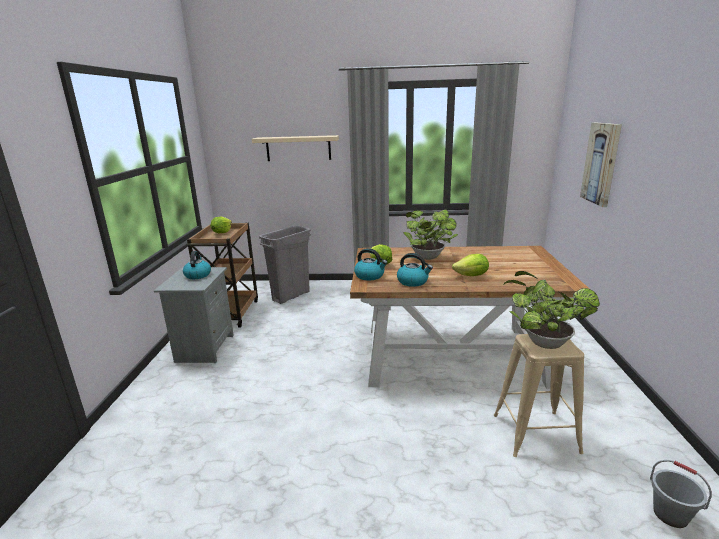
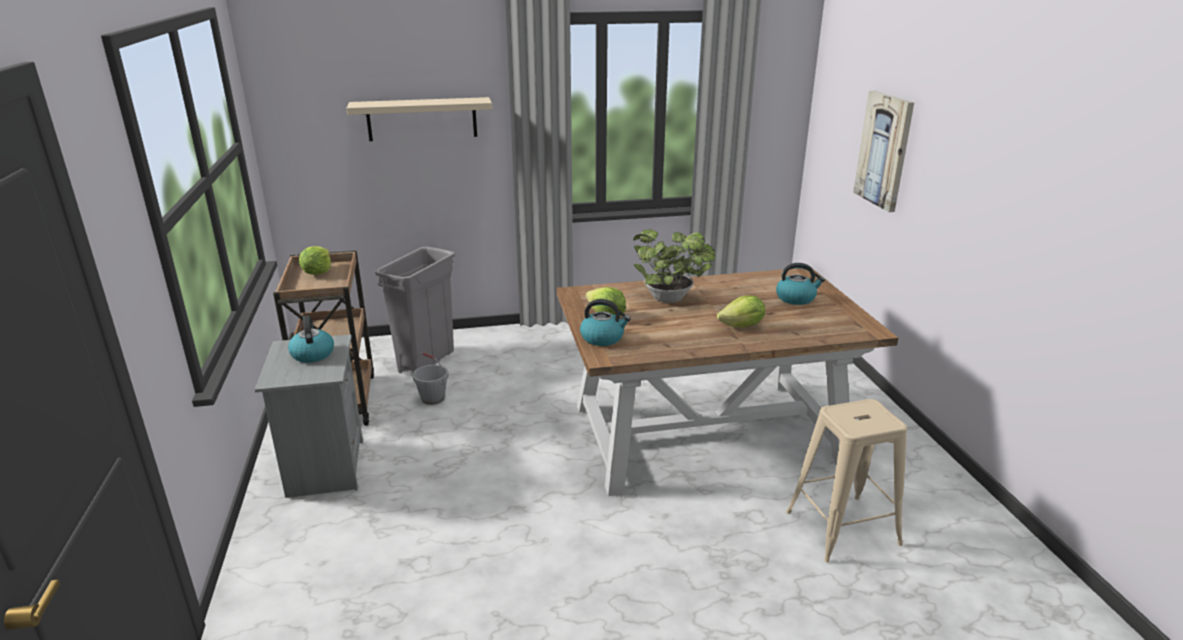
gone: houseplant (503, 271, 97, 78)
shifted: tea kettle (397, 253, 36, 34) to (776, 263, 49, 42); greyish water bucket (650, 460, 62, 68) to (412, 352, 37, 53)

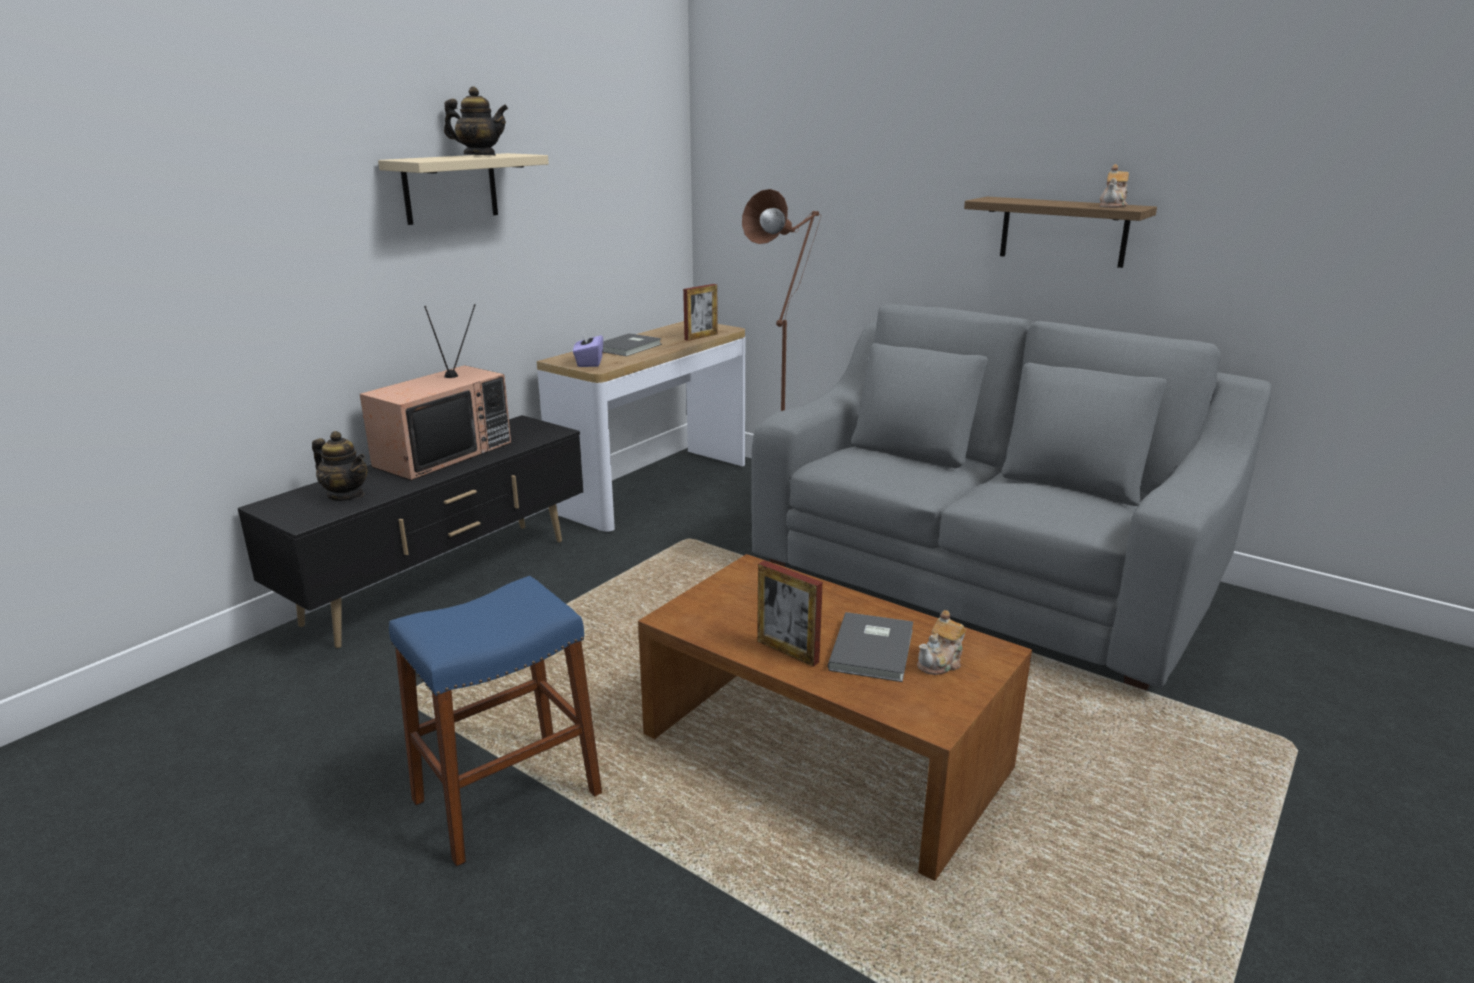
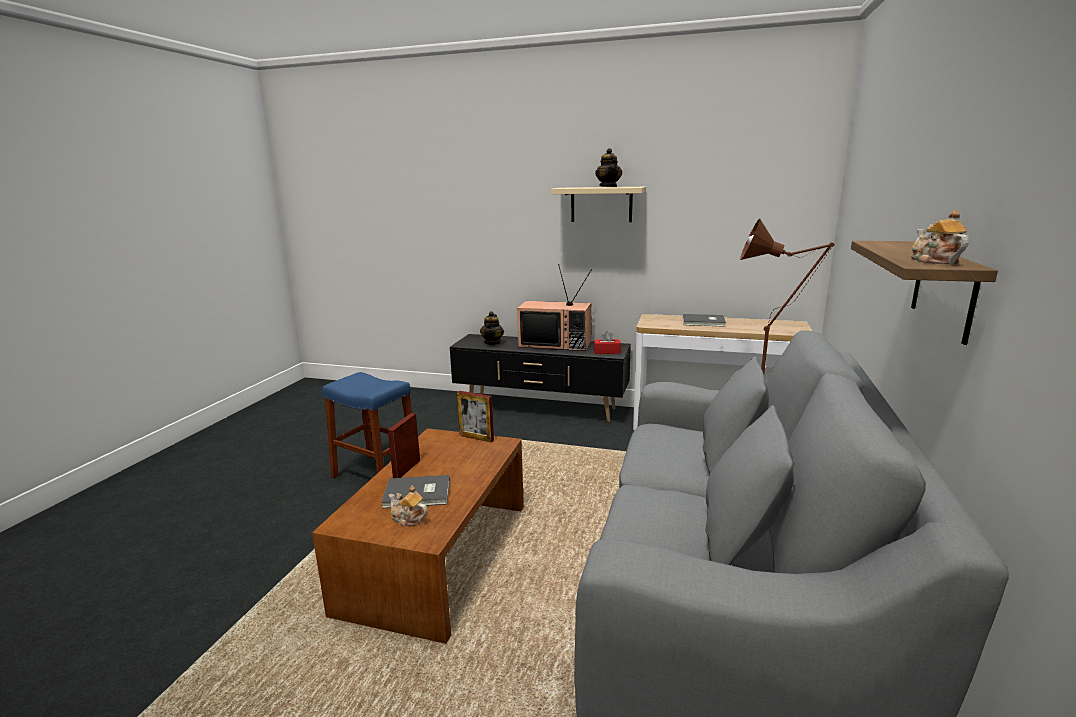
gone: purple tissue box (573, 328, 30, 39)
new: reddish tissue box (594, 331, 27, 23)
shifted: picture frame (683, 284, 35, 57) to (457, 391, 37, 52)
rotated: teapot (1099, 164, 30, 44) = (911, 210, 58, 54) 75 degrees clockwise

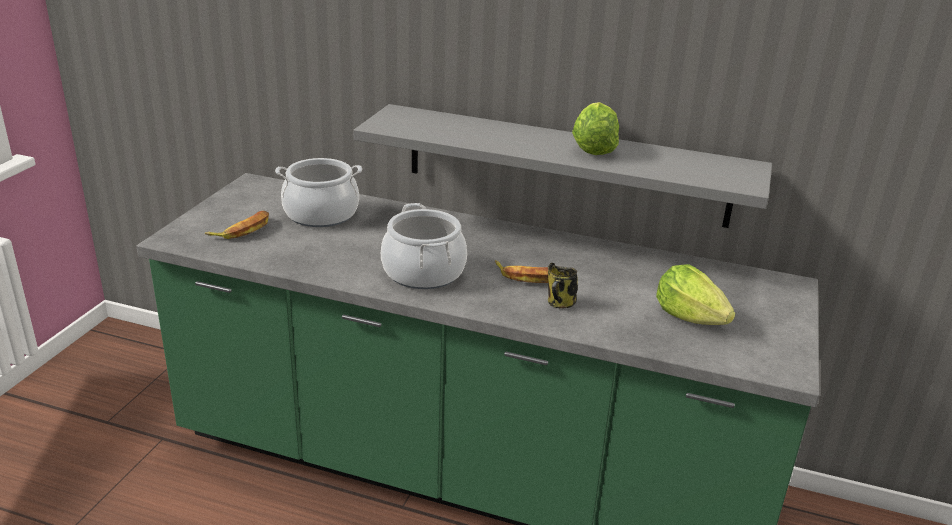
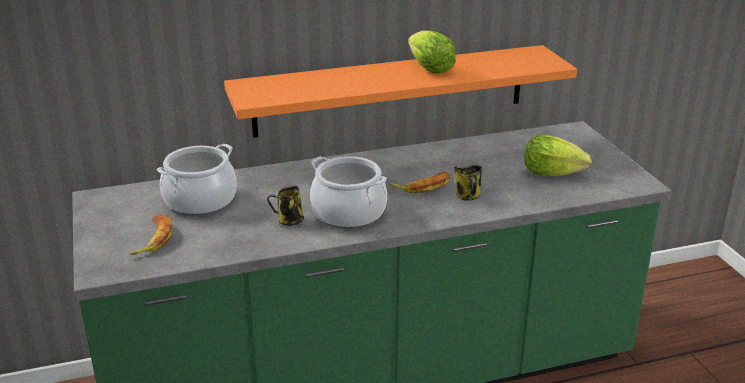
new: mug (267, 186, 37, 40)
repainted: greyish shelf (353, 104, 419, 124) to orange shelf (224, 45, 353, 93)

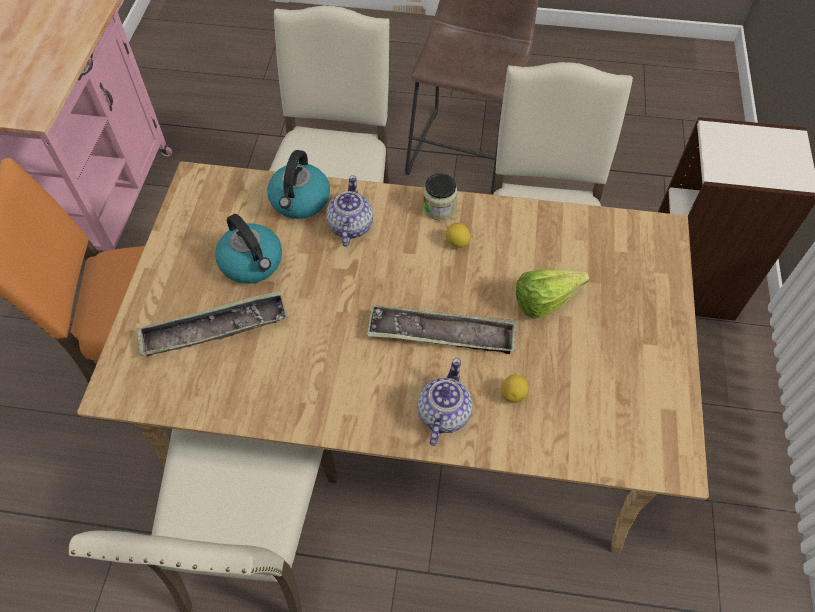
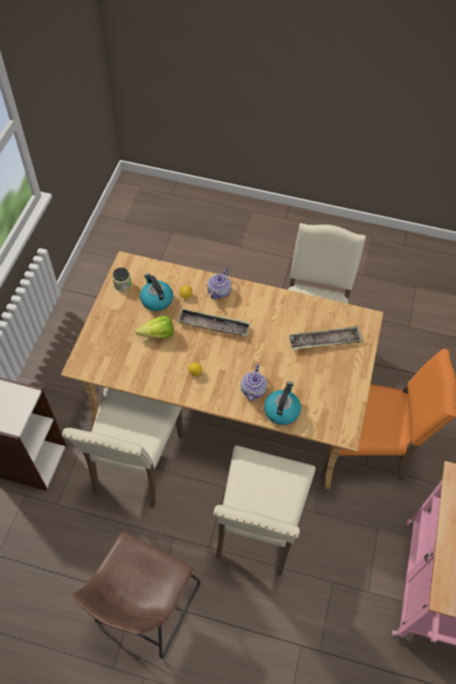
shifted: tea kettle (215, 214, 67, 70) to (140, 273, 33, 38); jar (423, 173, 35, 47) to (112, 267, 19, 25)

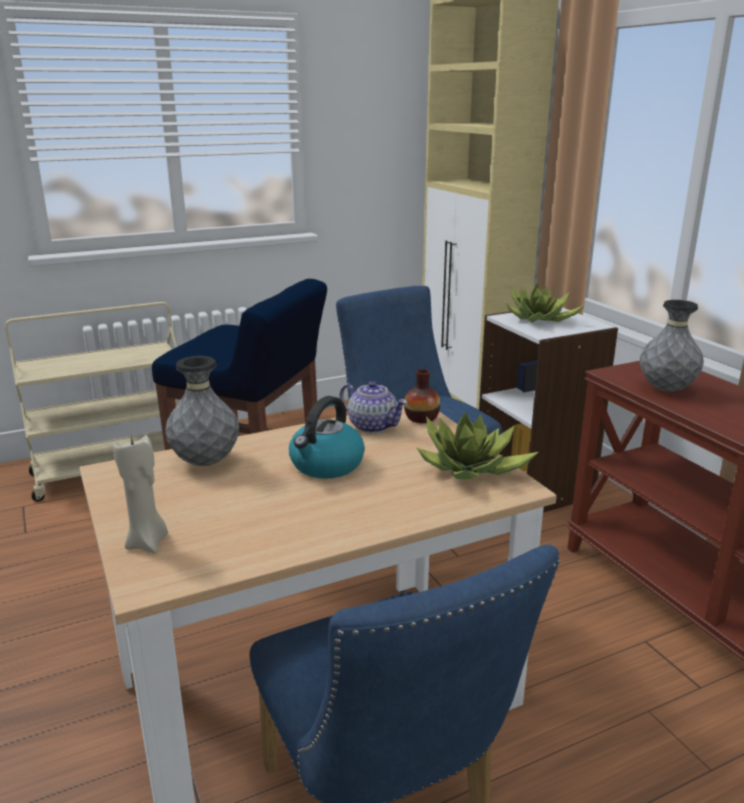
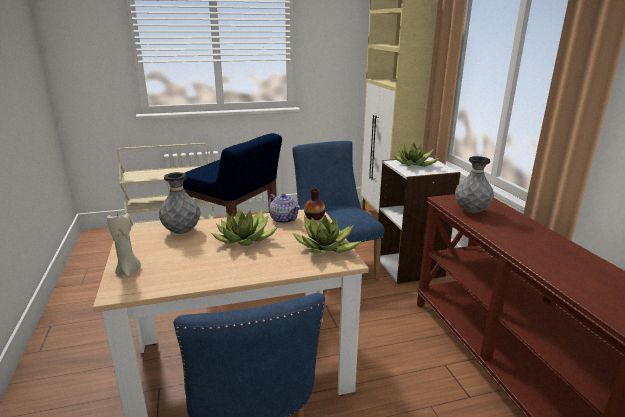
swapped: tea kettle (289, 396, 76, 83) to houseplant (211, 208, 68, 38)

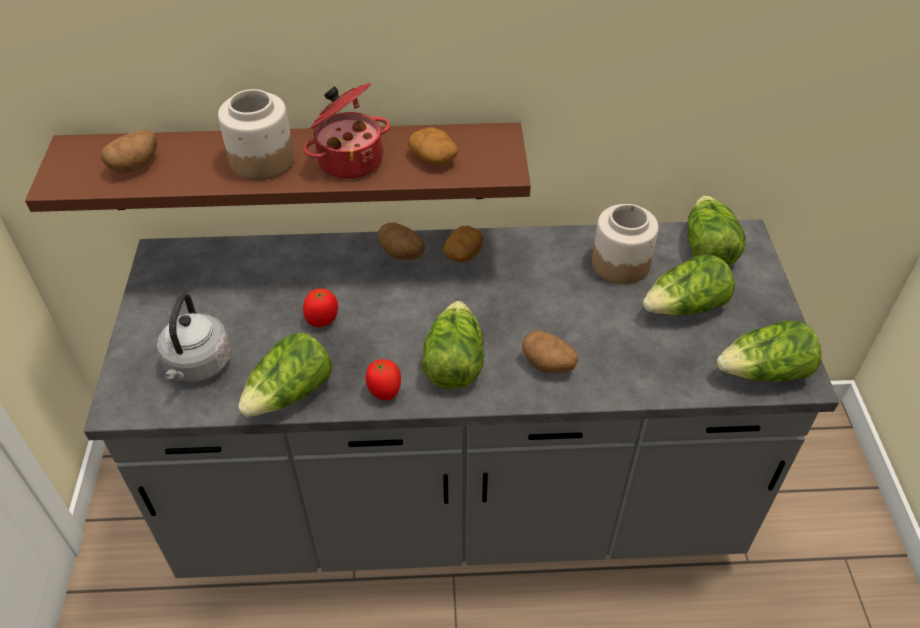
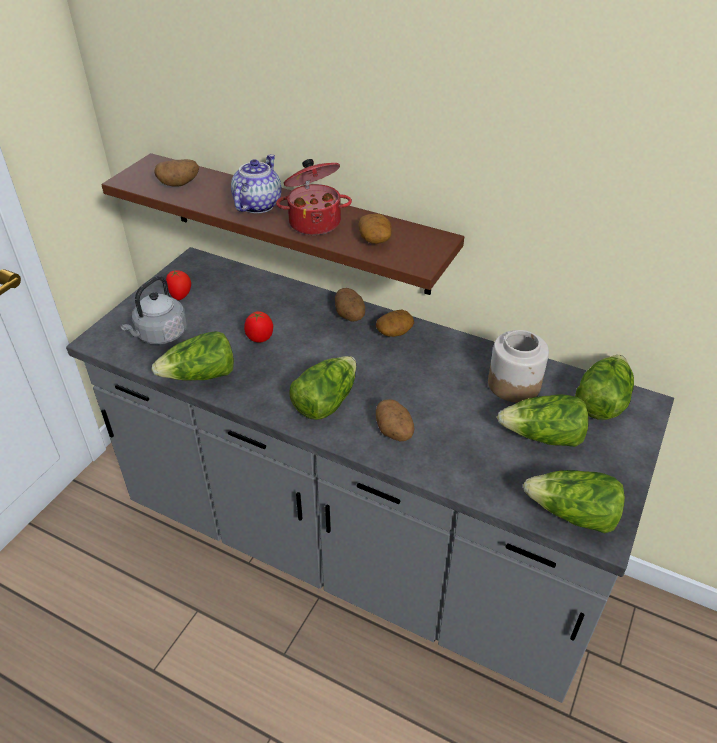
shifted: tomato (365, 359, 36, 41) to (166, 269, 25, 31)
swapped: jar (218, 89, 76, 92) to teapot (231, 154, 51, 60)

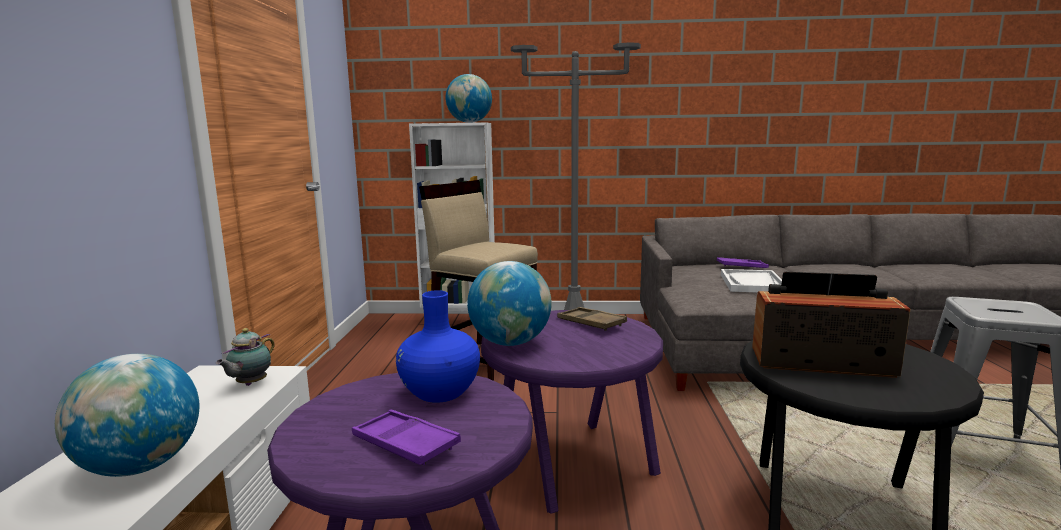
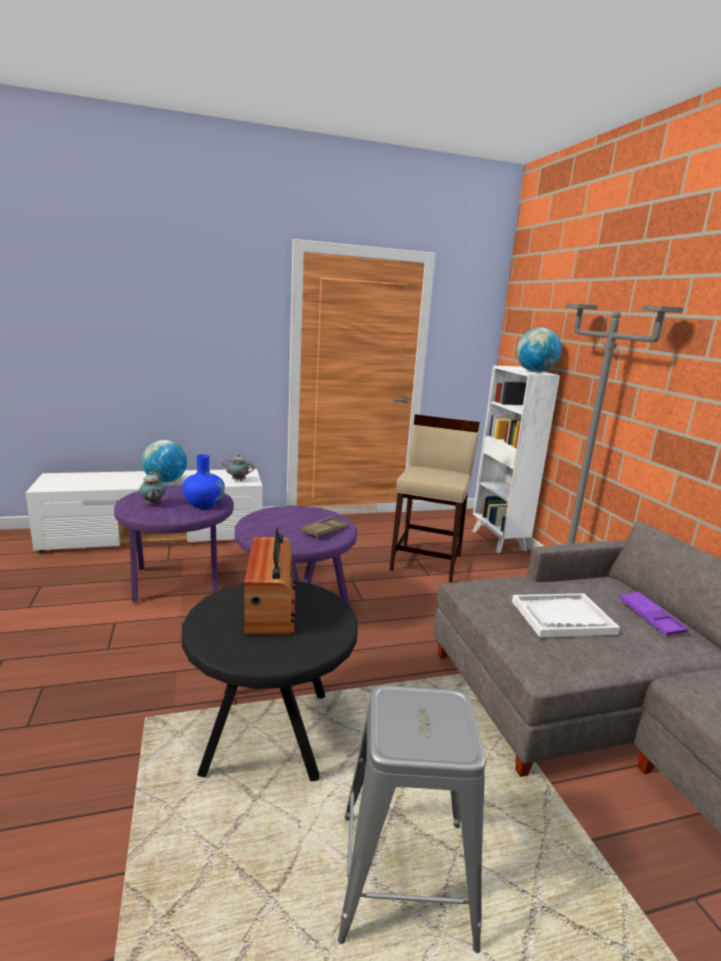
gone: globe (467, 261, 85, 85)
swapped: purple tray (352, 410, 109, 55) to teapot (139, 472, 27, 34)

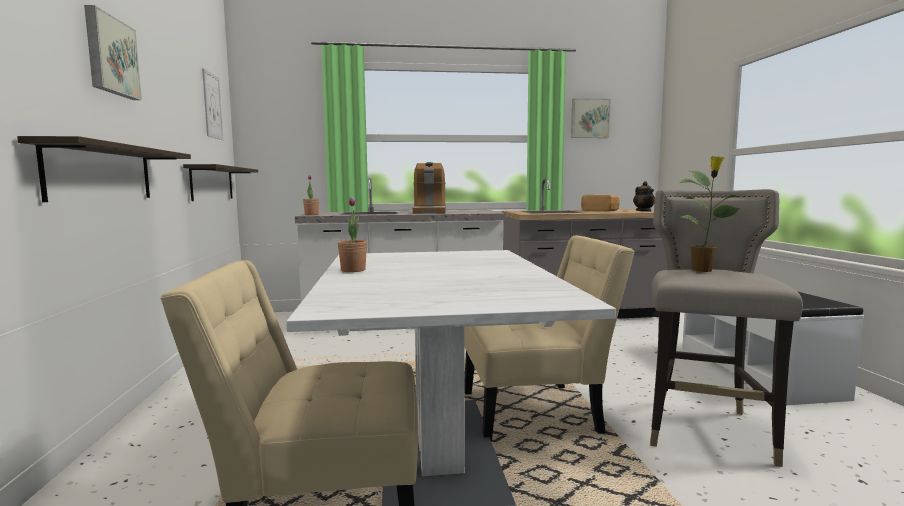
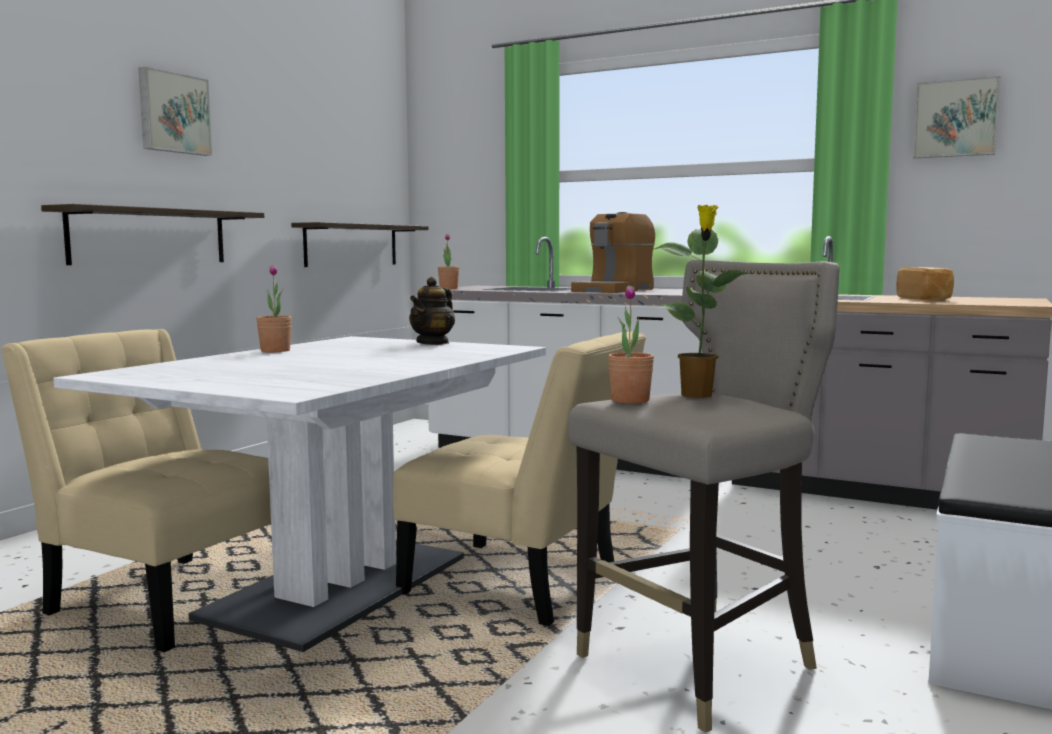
gone: wall art (202, 68, 22, 72)
new: houseplant (608, 285, 46, 119)
shifted: teapot (633, 181, 22, 31) to (409, 277, 46, 68)

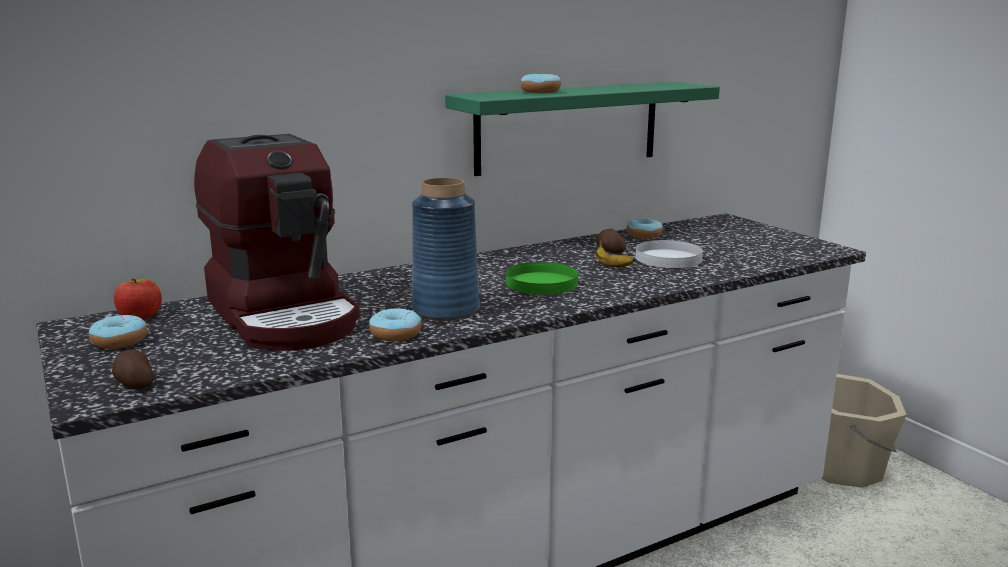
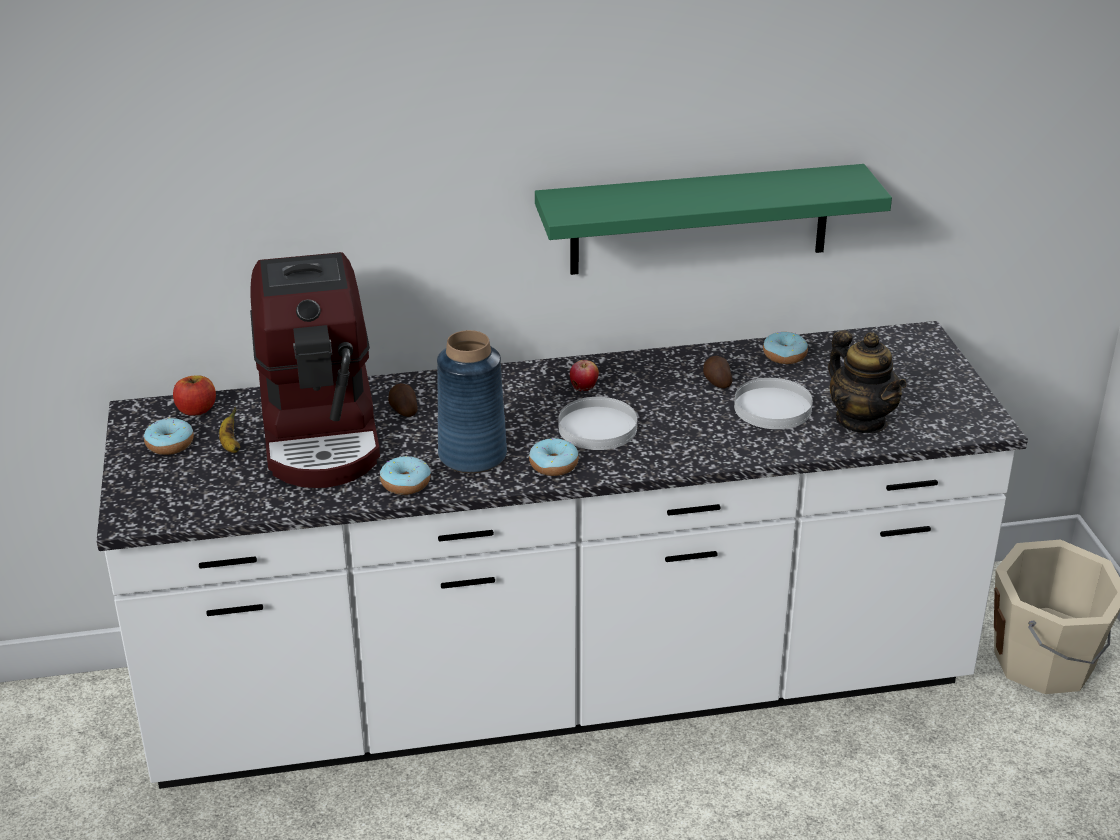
new: whole apple (570, 360, 29, 31); teapot (828, 330, 78, 103)
shifted: whole potato (112, 349, 42, 40) to (388, 383, 30, 34); ring doughnut (520, 74, 41, 19) to (529, 438, 50, 38); banana fruit (596, 240, 40, 27) to (219, 407, 21, 46)
repainted: green plate (506, 262, 72, 33) to white-coloured plate (559, 397, 78, 53)

